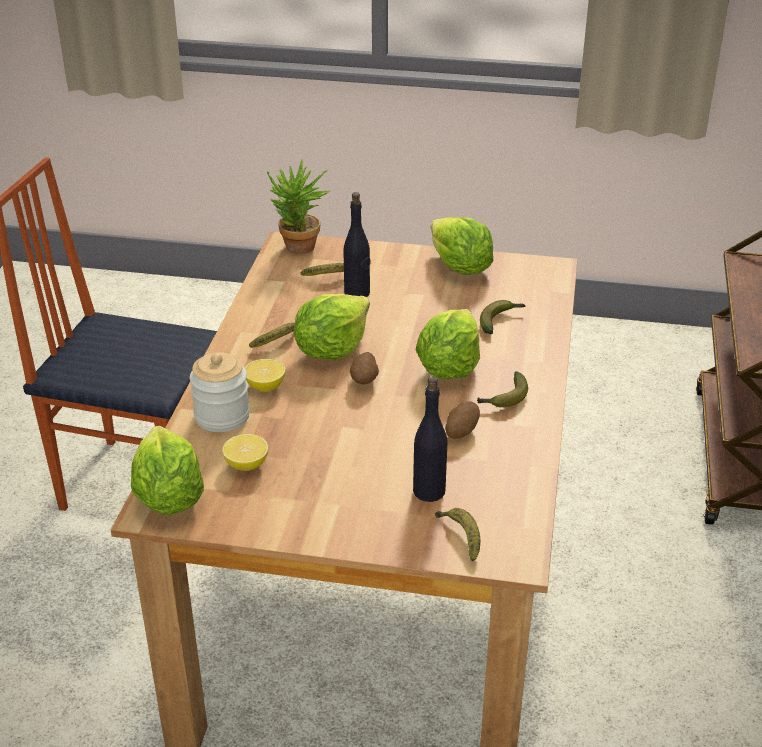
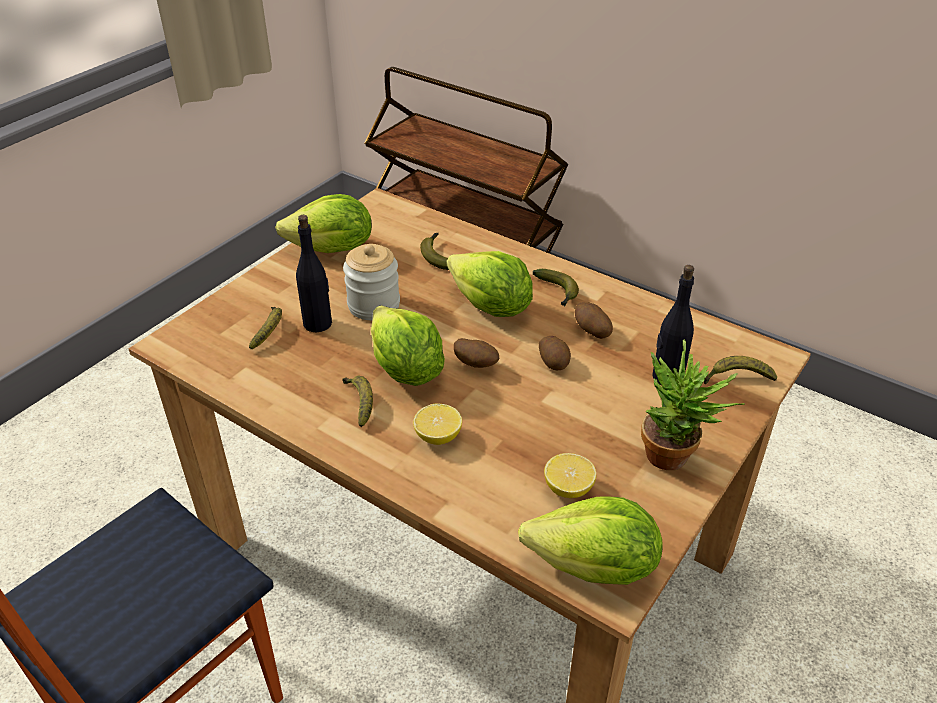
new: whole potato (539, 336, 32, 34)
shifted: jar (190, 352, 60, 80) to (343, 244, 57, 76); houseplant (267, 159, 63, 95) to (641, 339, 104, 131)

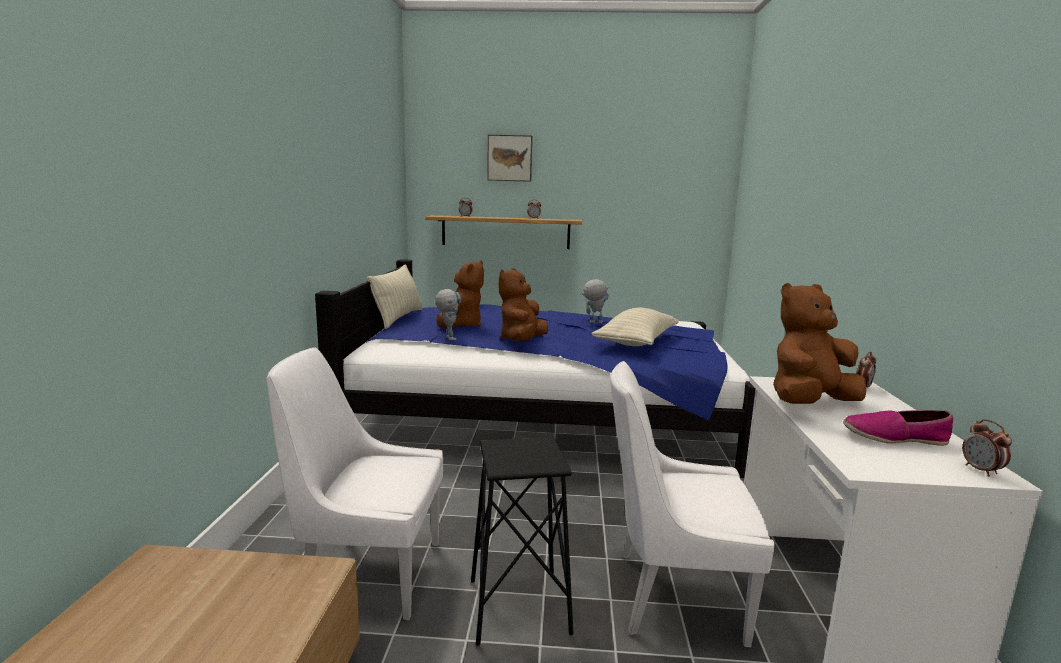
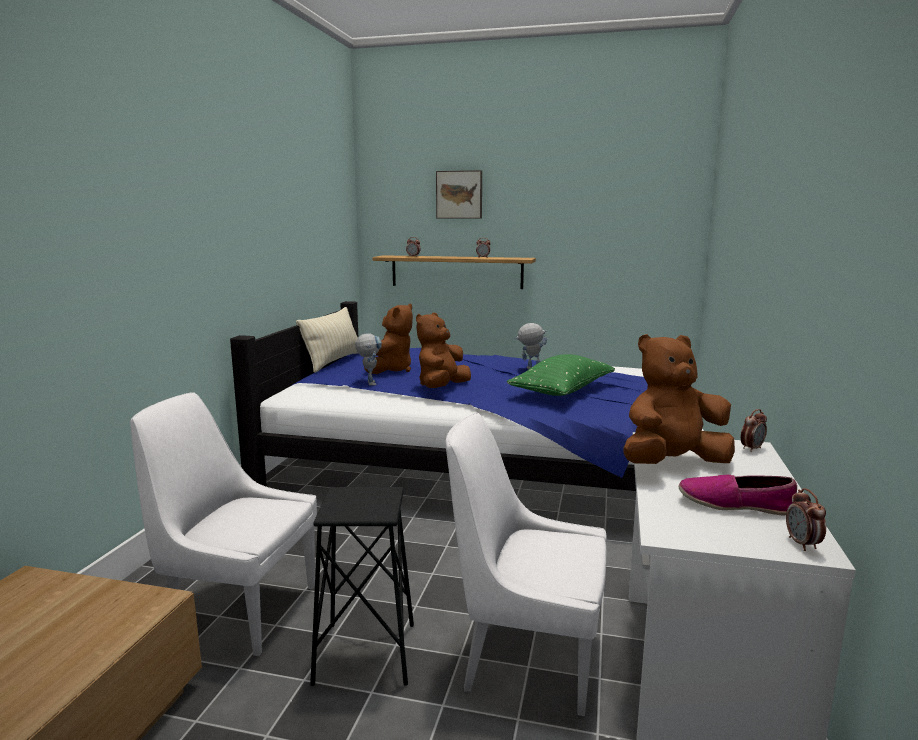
repainted: beige-coloured pillow (591, 308, 88, 38) to green pillow (507, 354, 108, 42)

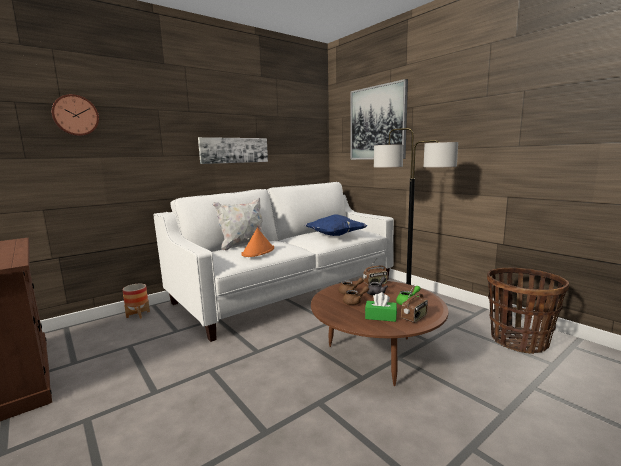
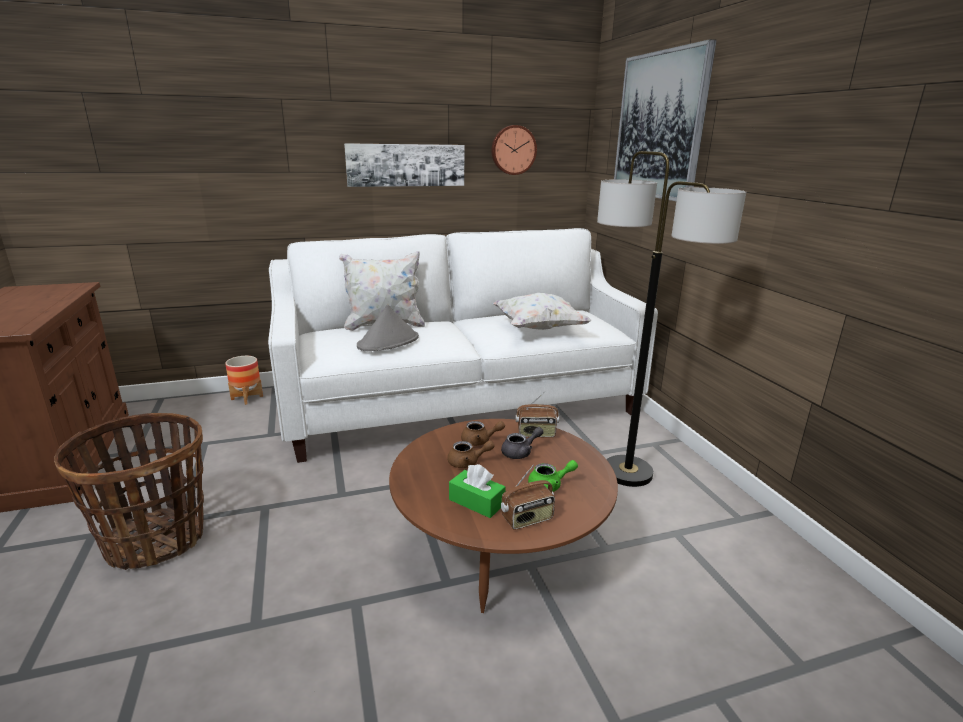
shifted: wall clock (52, 94, 47, 42) to (491, 125, 46, 50); household basket (487, 267, 82, 87) to (54, 413, 150, 157)
repainted: orange clothing hat (241, 228, 33, 29) to greyish clothing hat (357, 305, 62, 46); blue pillow (305, 214, 62, 22) to white-coloured pillow (493, 293, 99, 37)

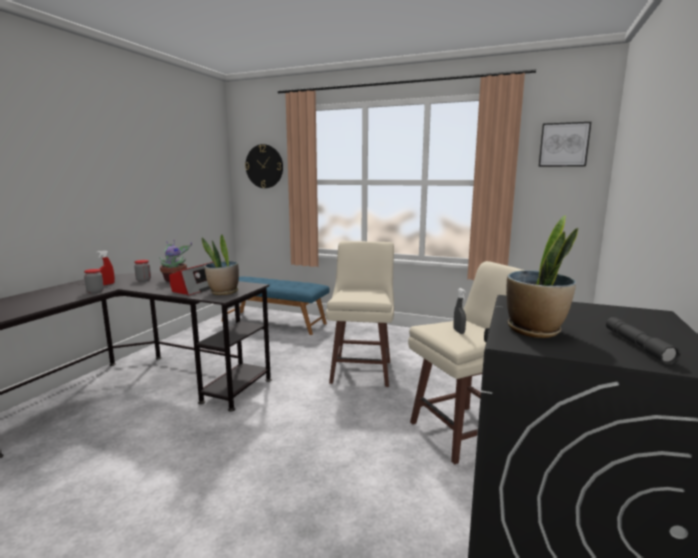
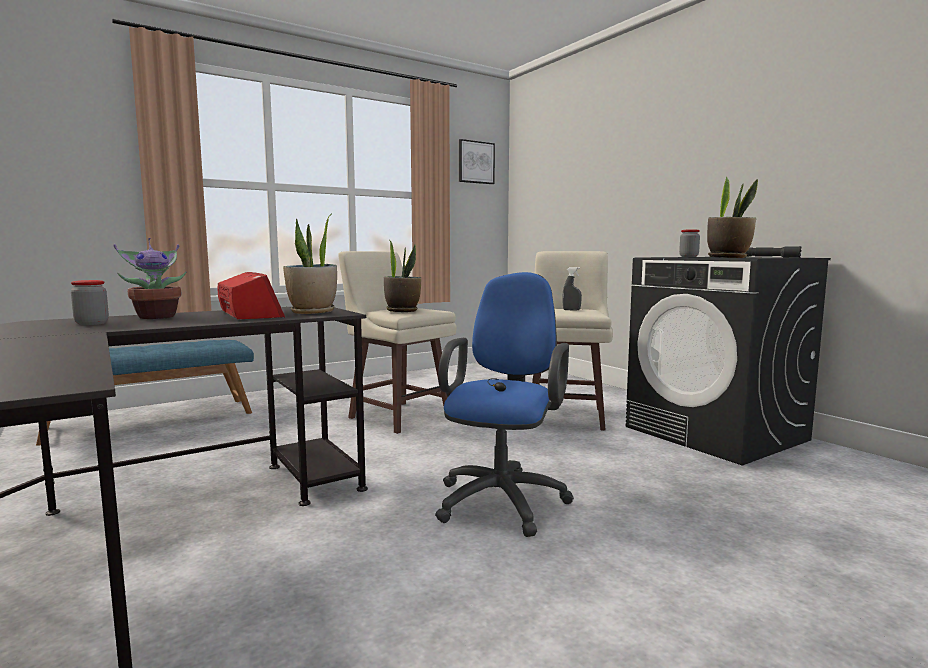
gone: reddish sprayer (97, 250, 18, 35); wall clock (245, 144, 38, 44)
new: houseplant (384, 241, 38, 71); blue computer chair (435, 272, 139, 265)
shifted: jar (84, 269, 20, 24) to (679, 229, 21, 28)

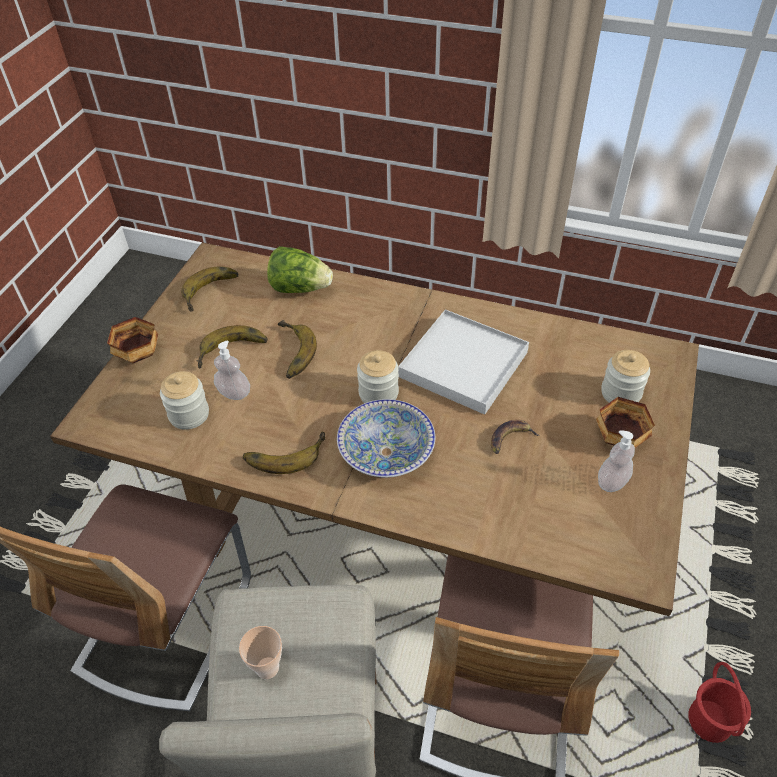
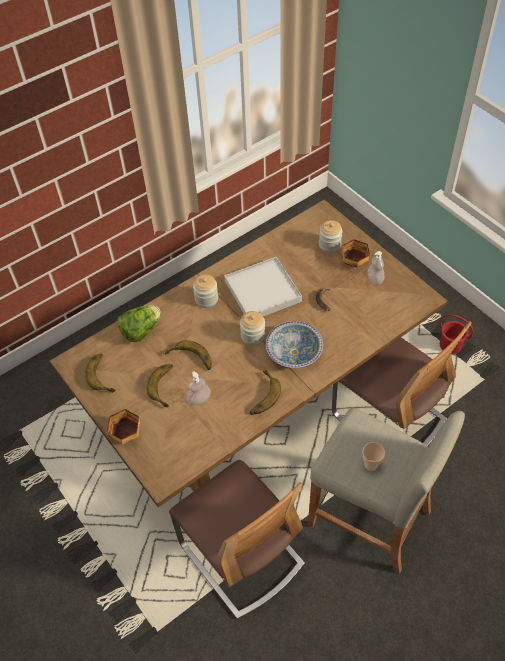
shifted: jar (160, 371, 49, 59) to (193, 274, 25, 34)

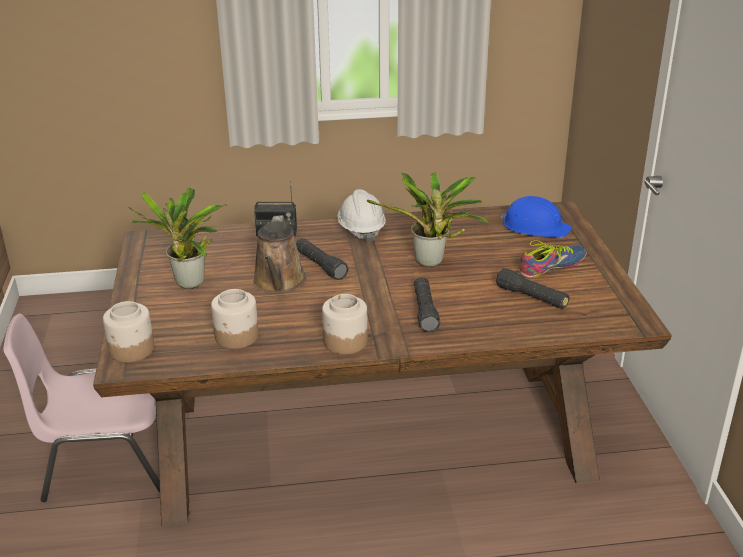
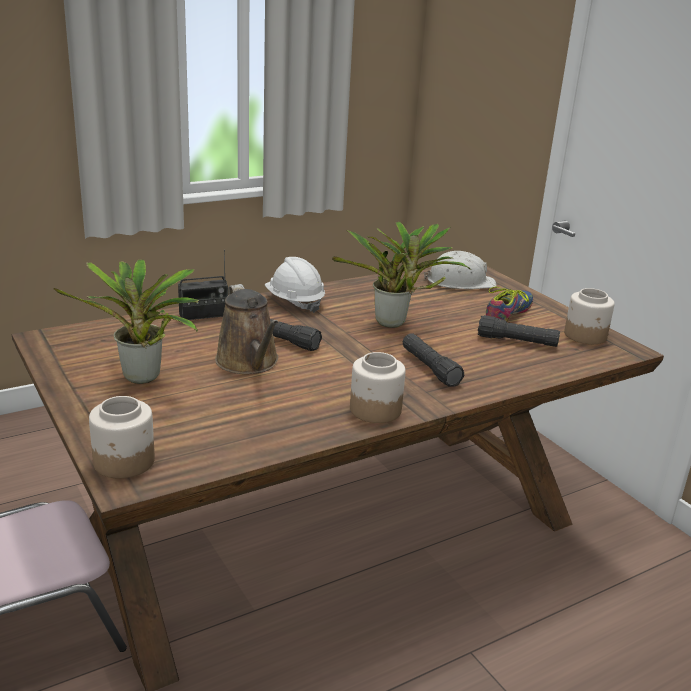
shifted: jar (211, 289, 48, 60) to (564, 288, 51, 56)
repainted: blue hard hat (499, 196, 73, 42) to white-coloured hard hat (424, 251, 73, 38)

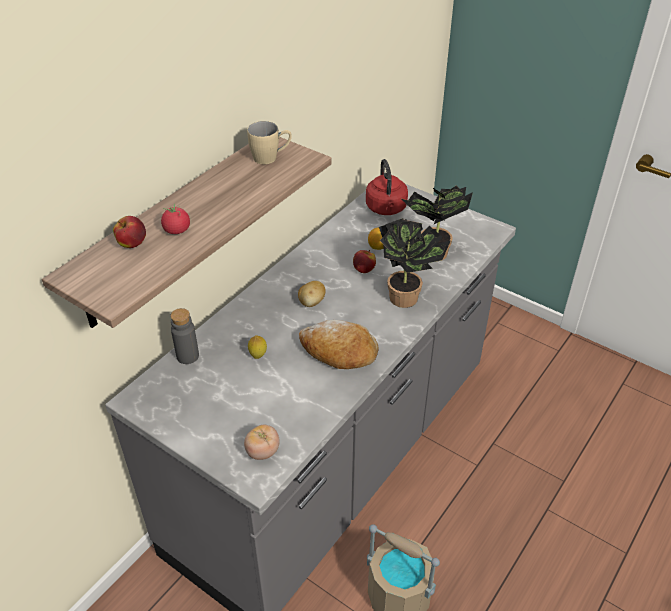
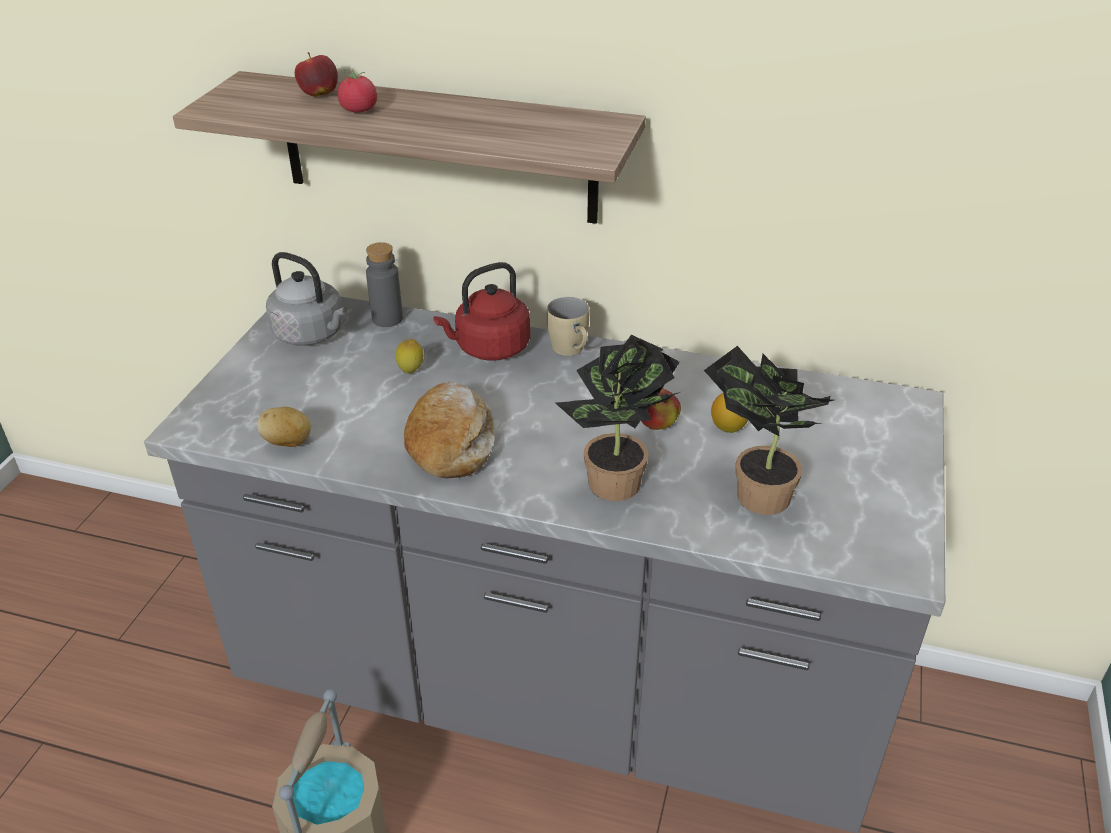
gone: tomato (244, 425, 36, 35)
new: greyish tea kettle (266, 252, 81, 94)
shifted: beige-coloured mug (247, 121, 45, 44) to (547, 297, 43, 59); whole potato (298, 281, 28, 26) to (257, 407, 54, 40); reddish tea kettle (366, 159, 42, 56) to (433, 262, 97, 99)

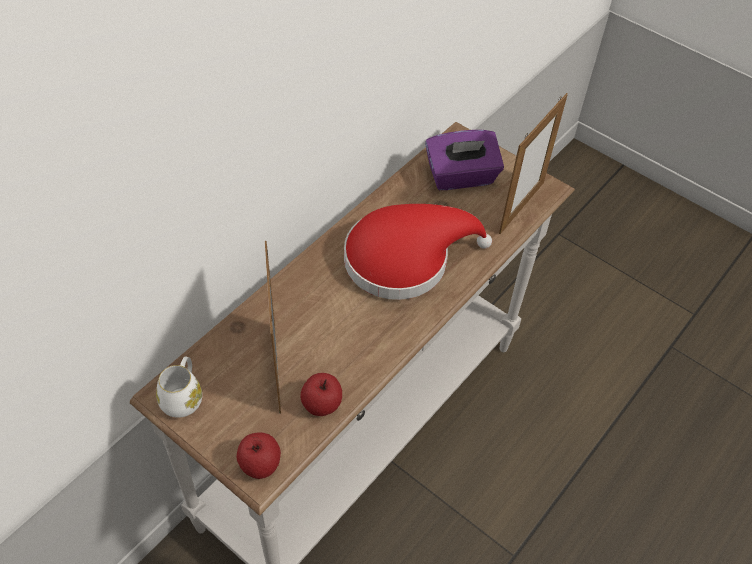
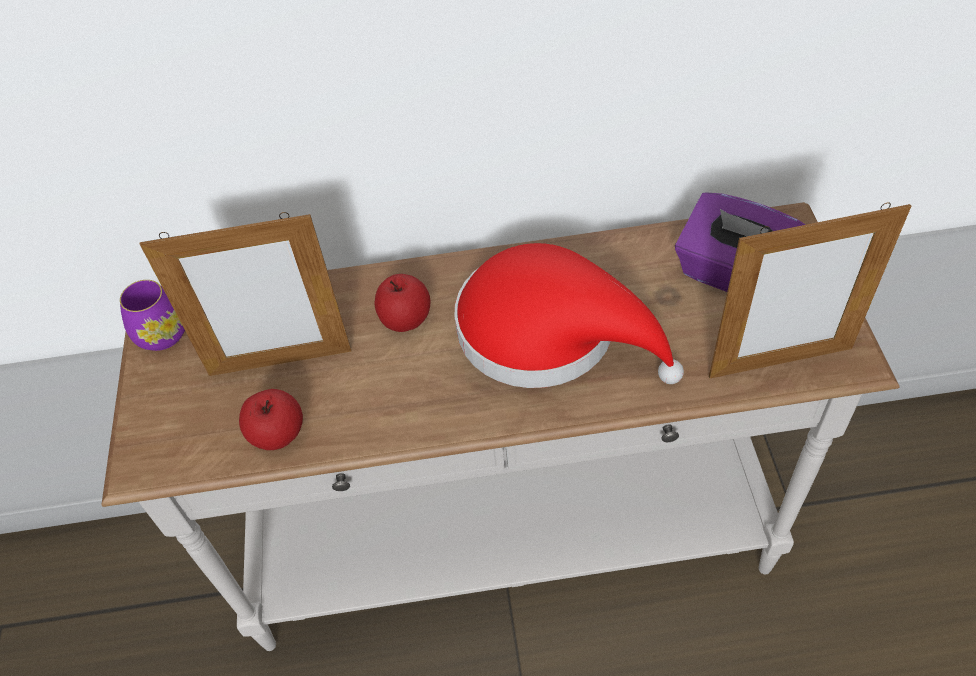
shifted: whole apple (237, 432, 44, 47) to (374, 274, 57, 58)
repainted: white-coloured mug (156, 357, 46, 61) to purple mug (120, 280, 65, 71)
rotated: picture frame (265, 241, 16, 173) = (140, 212, 211, 164) 135 degrees counterclockwise

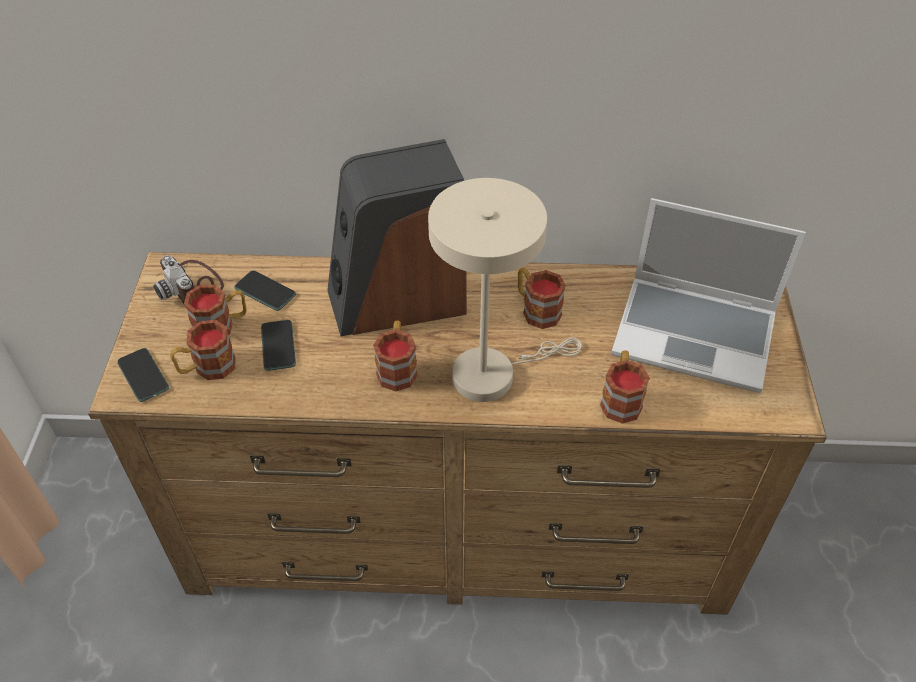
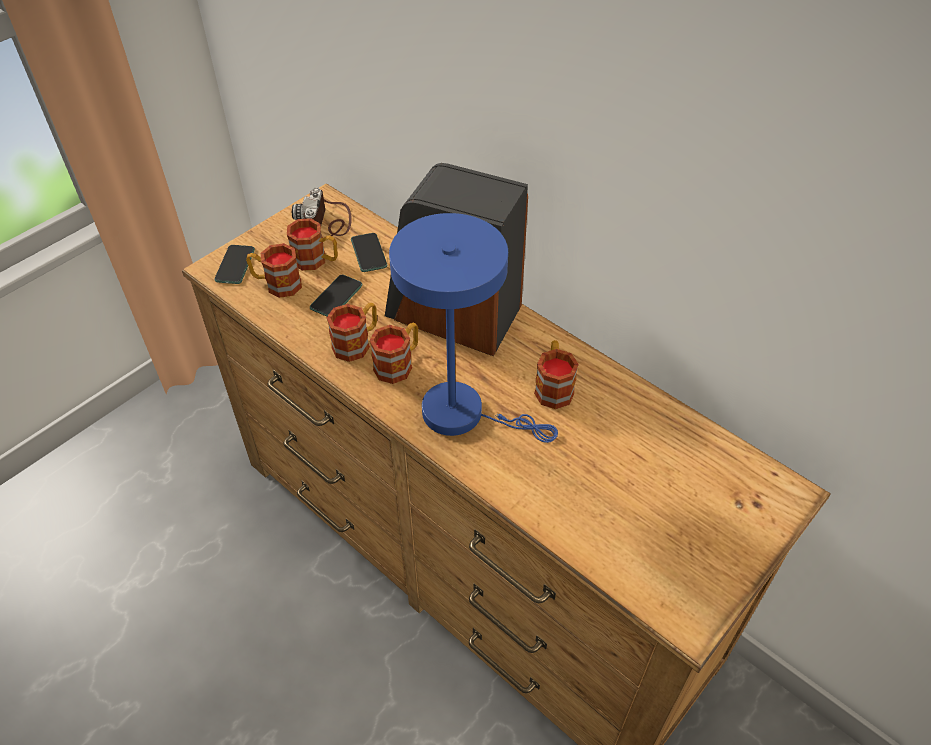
gone: notebook computer (611, 198, 195, 195)
shifted: mug (600, 350, 50, 74) to (327, 303, 50, 59)
repainted: beige-coloured lamp for a table (428, 178, 154, 224) to blue lamp for a table (389, 213, 169, 230)

